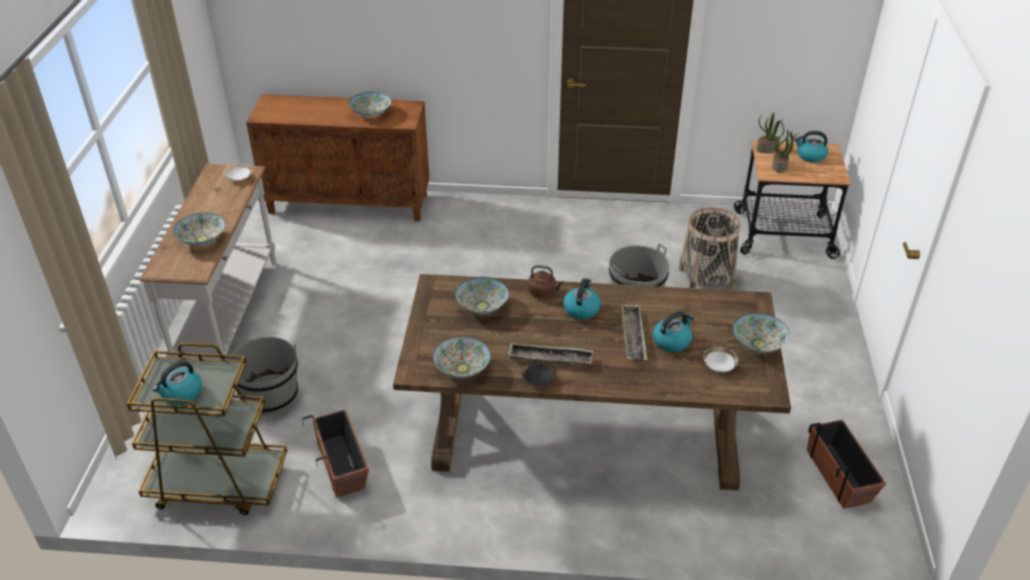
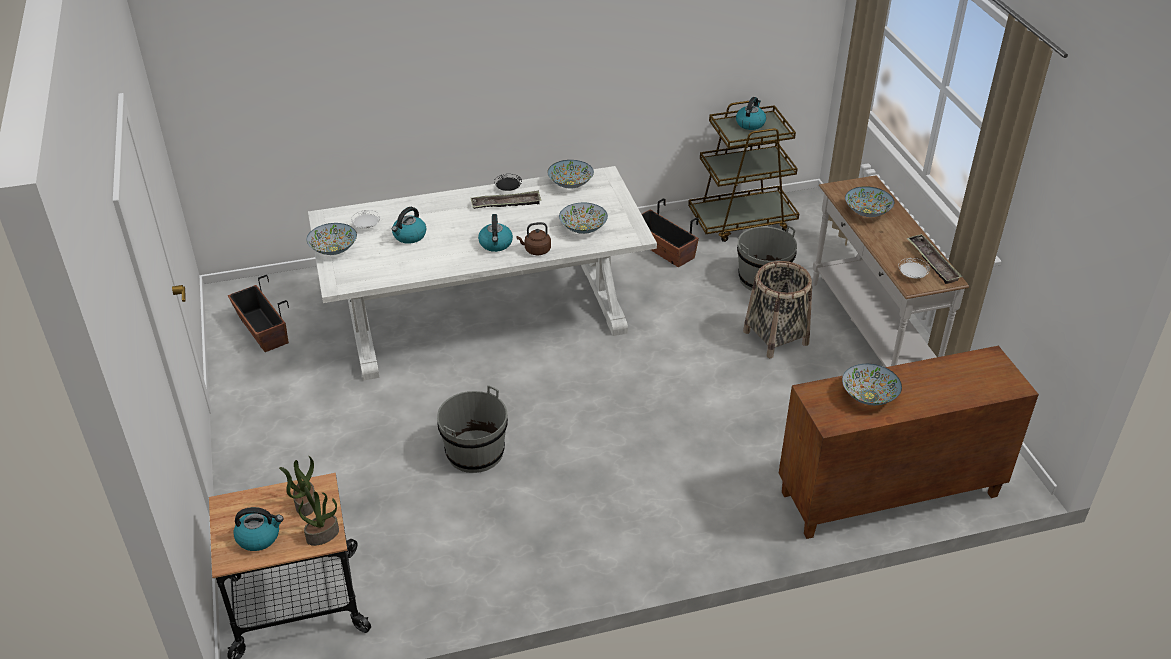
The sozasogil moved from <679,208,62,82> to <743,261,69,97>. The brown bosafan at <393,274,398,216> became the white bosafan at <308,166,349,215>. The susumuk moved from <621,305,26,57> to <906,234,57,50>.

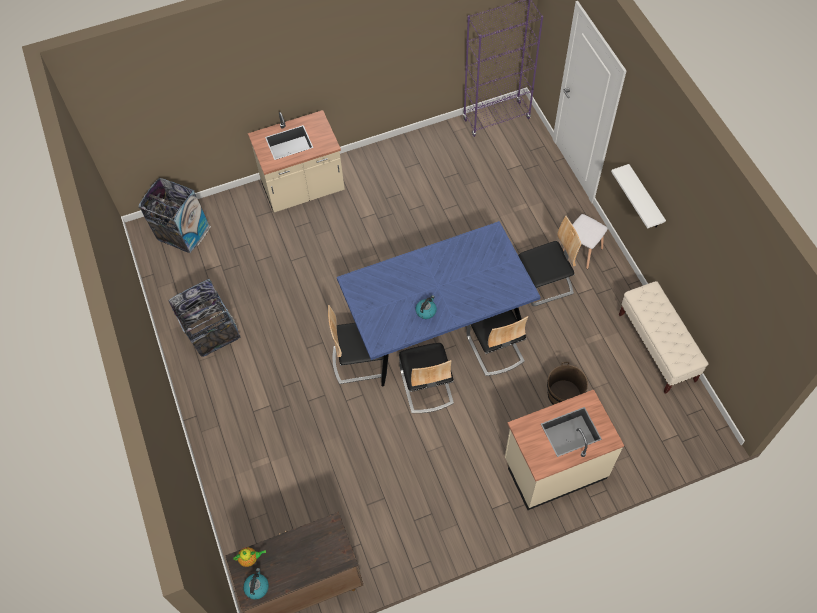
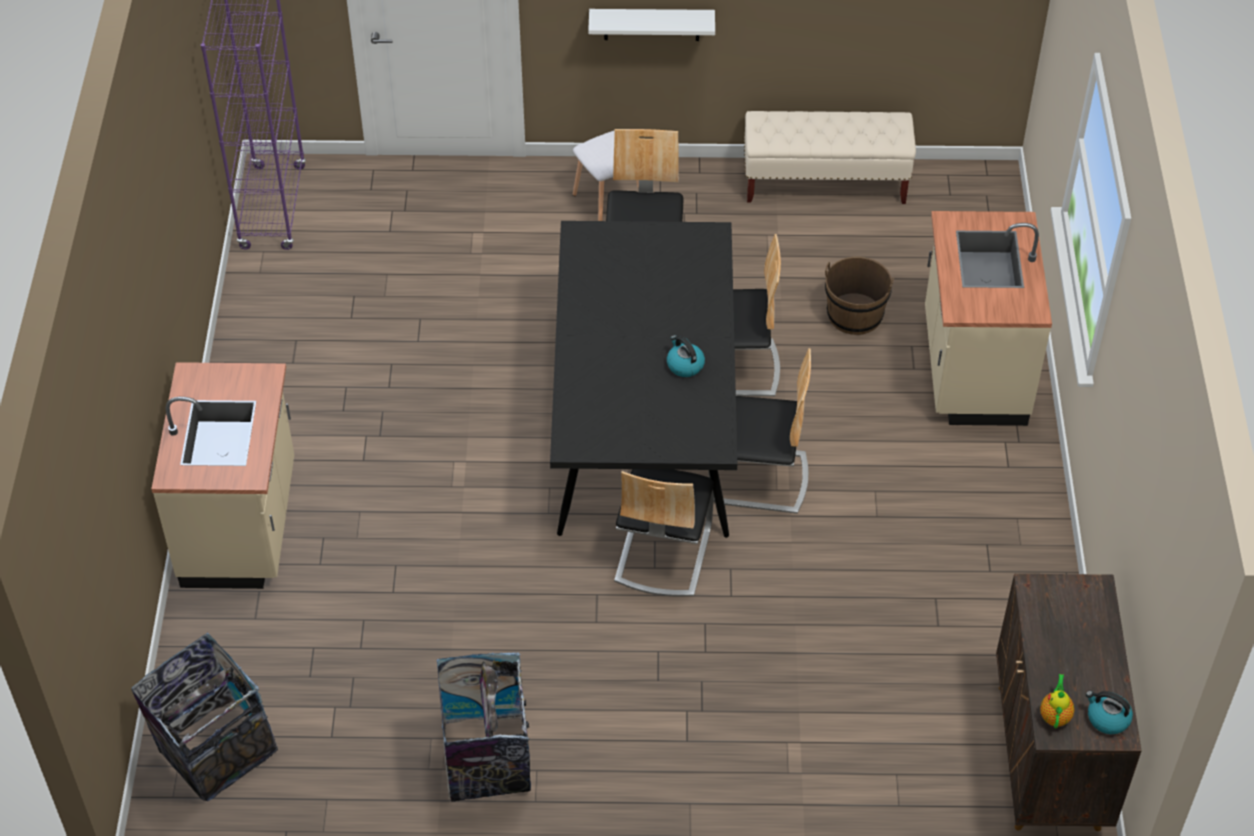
The blue bosafan at <337,221,204,166> became the black bosafan at <550,221,187,317>.

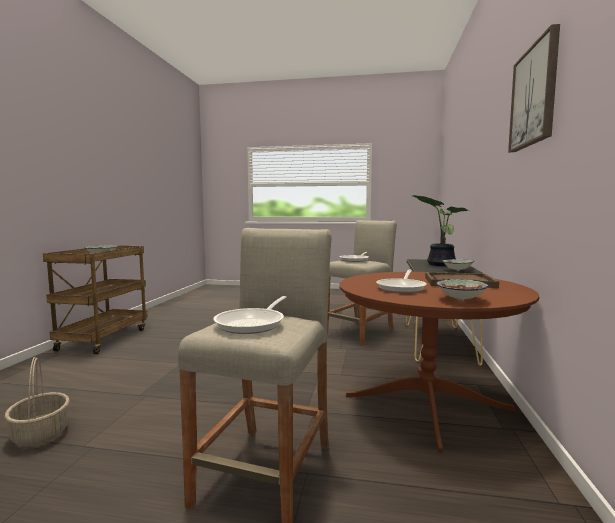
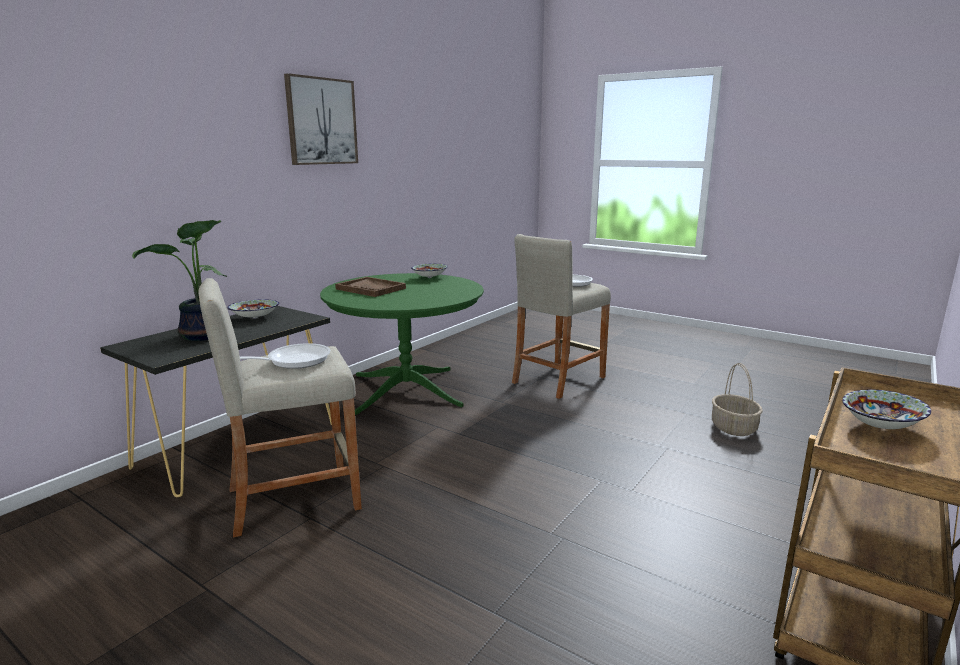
The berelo at <376,270,51,23> disappeared. The brown bosafan at <339,272,200,181> became the green bosafan at <320,273,164,142>.

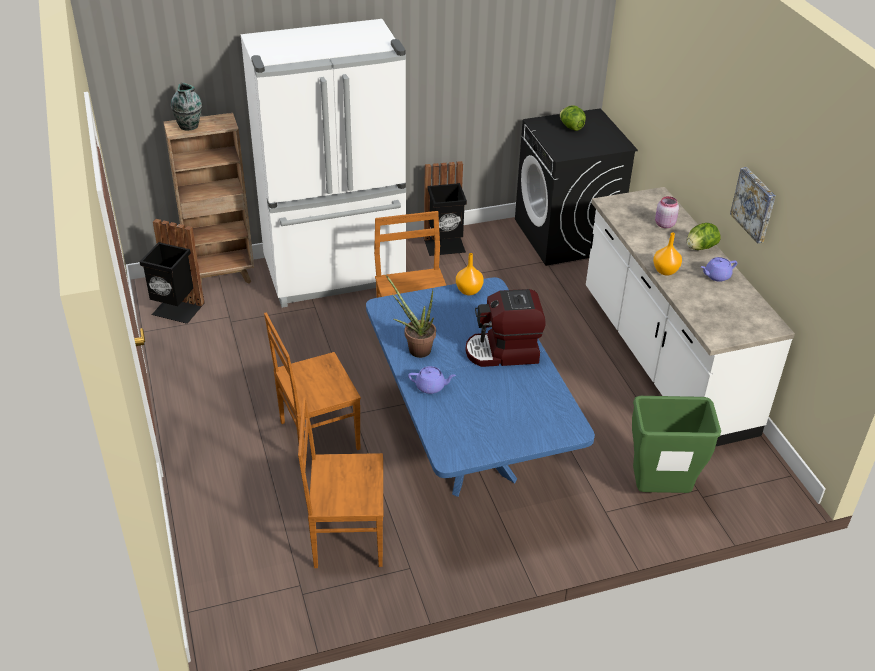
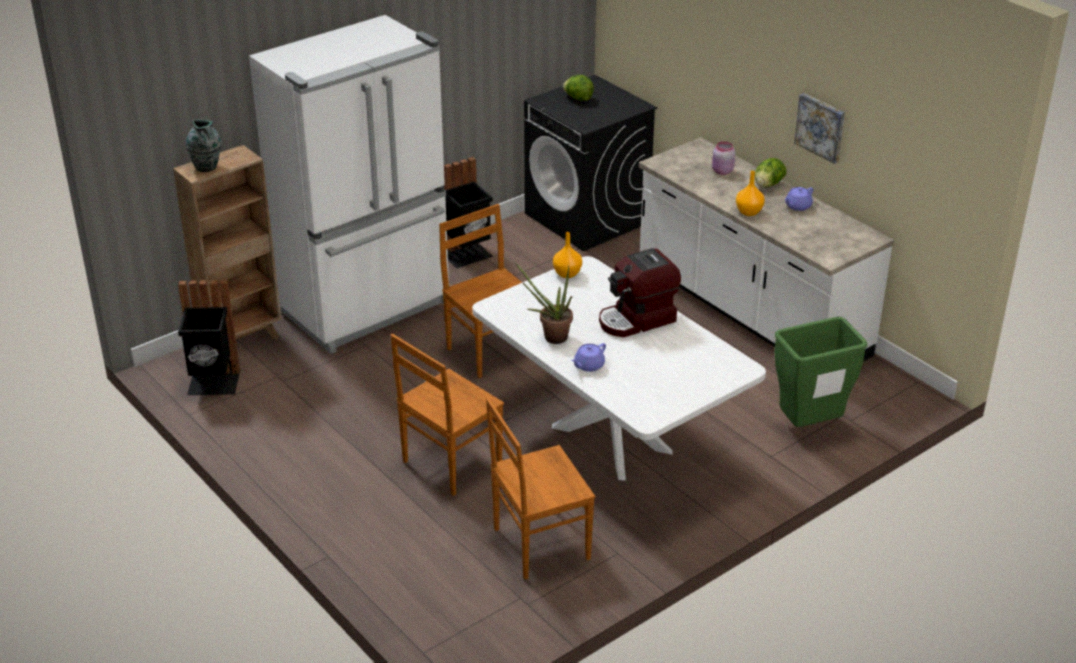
The blue bosafan at <366,277,229,220> became the white bosafan at <472,256,294,225>. The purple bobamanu at <408,366,48,28> turned 150 degrees clockwise.

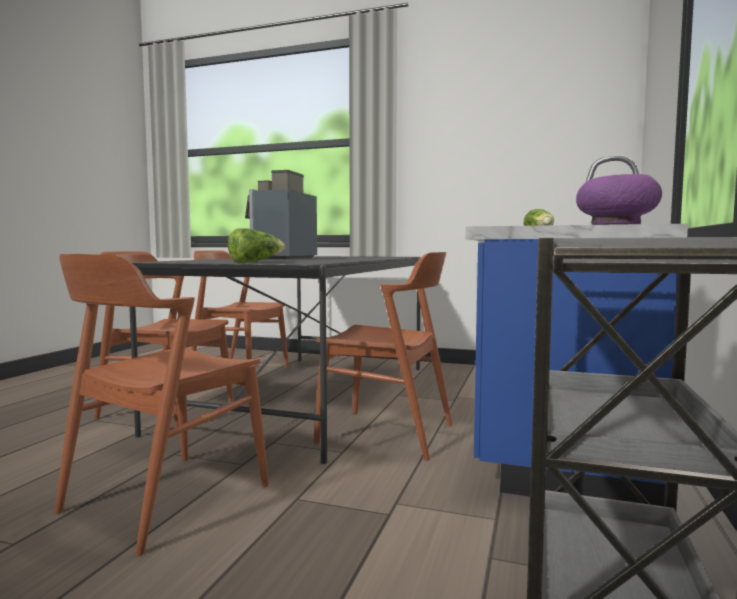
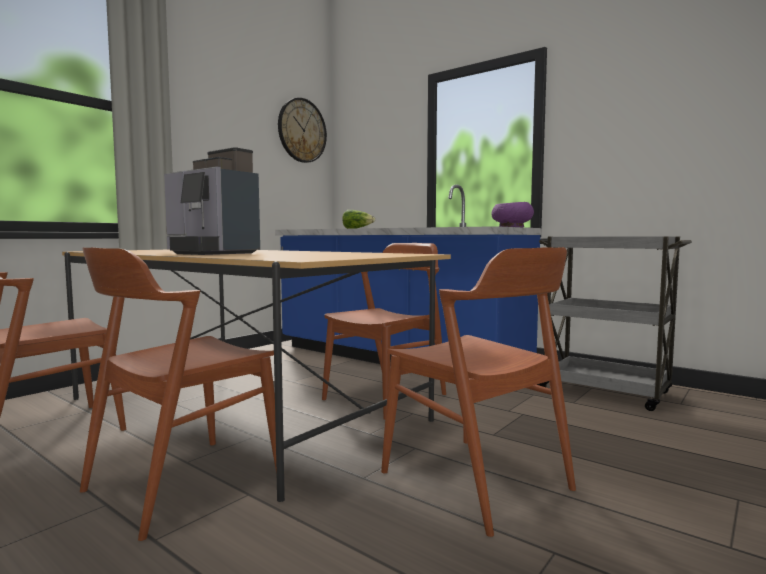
The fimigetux at <228,228,57,35> disappeared. The black bosafan at <129,256,292,208> became the beige bosafan at <62,249,389,253>. The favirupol at <278,98,49,65> appeared.

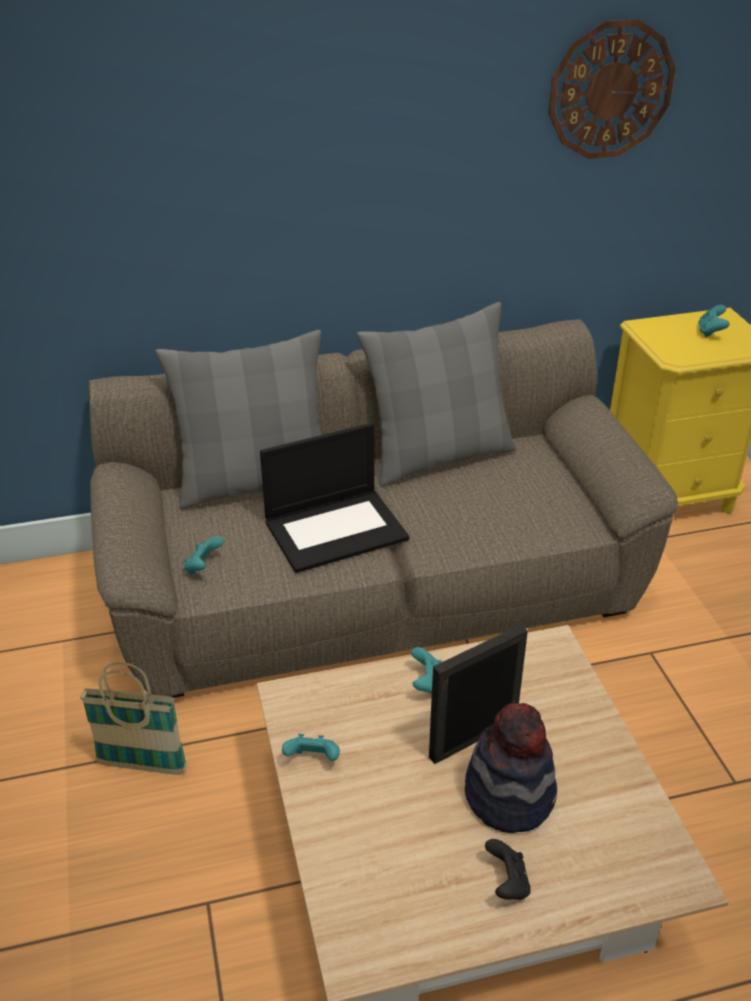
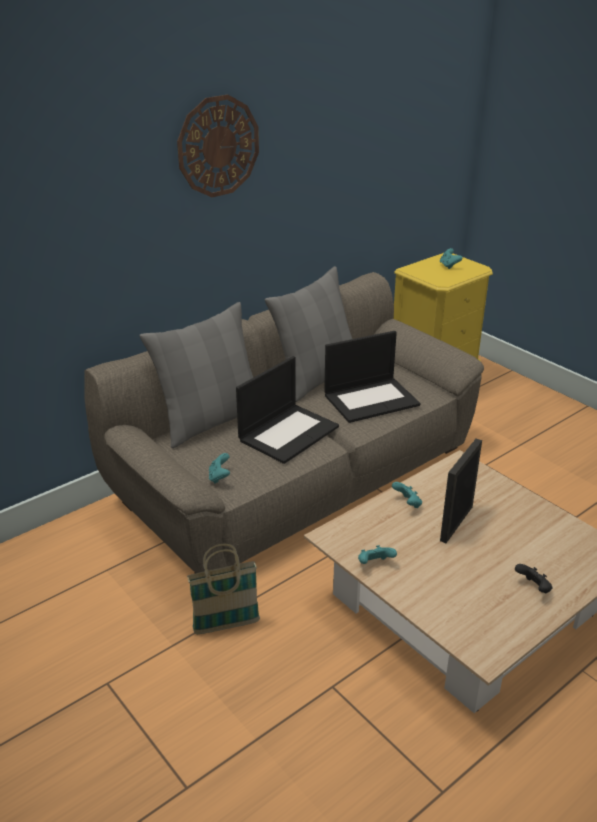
The favirupol moved from <548,19,128,140> to <177,95,82,102>. The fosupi at <465,703,92,130> disappeared. The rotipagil at <324,331,96,92> appeared.

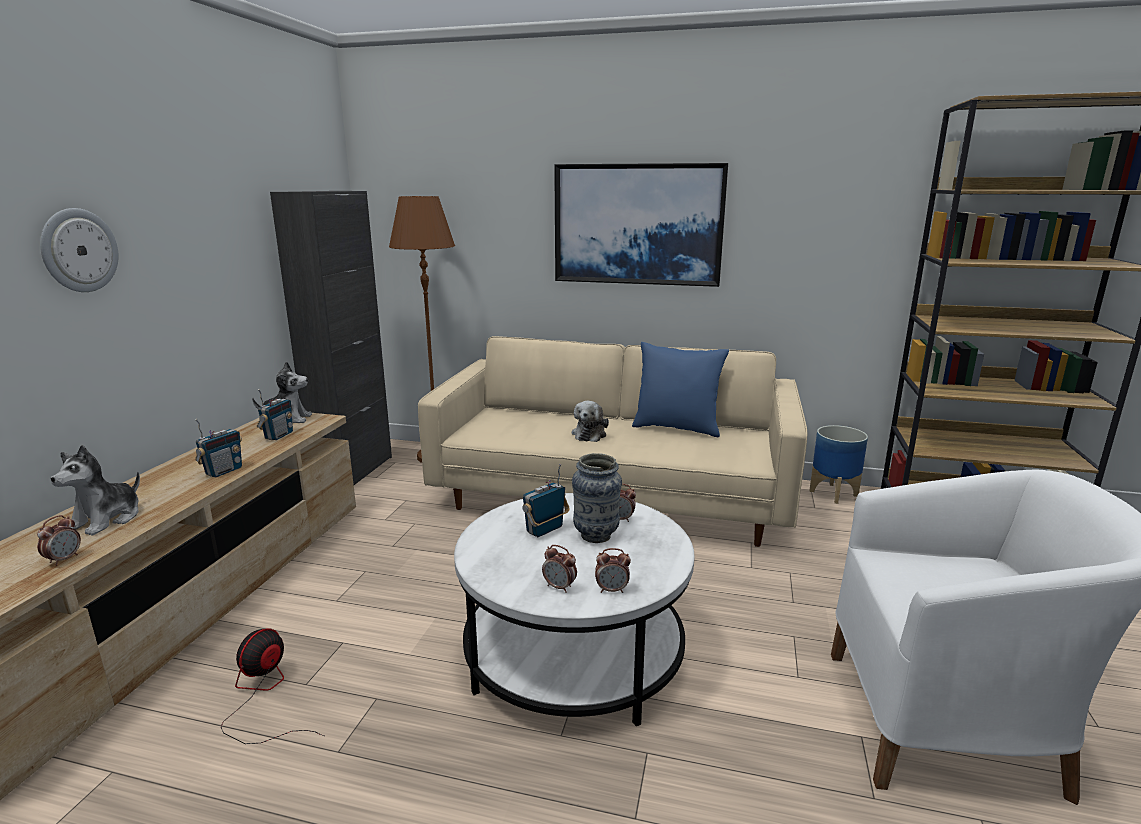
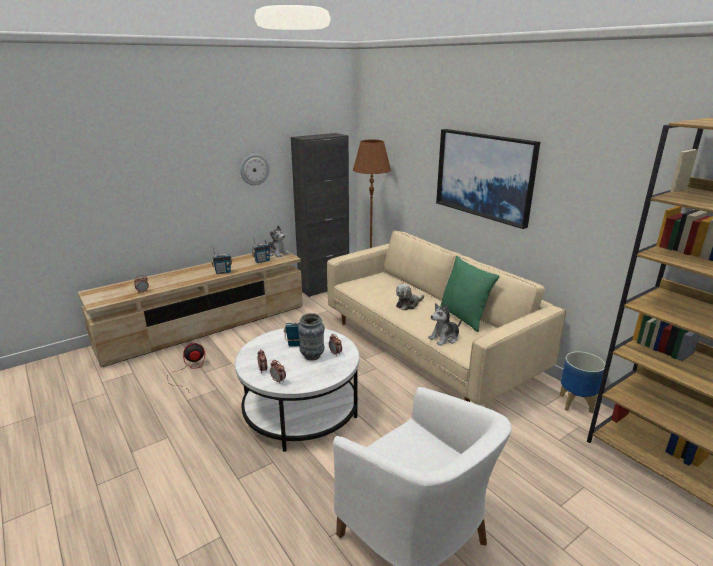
The favirupol moved from <40,208,78,84> to <240,154,29,32>. The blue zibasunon at <632,342,97,95> became the green zibasunon at <440,256,60,76>. The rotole moved from <50,445,90,91> to <428,303,34,43>.

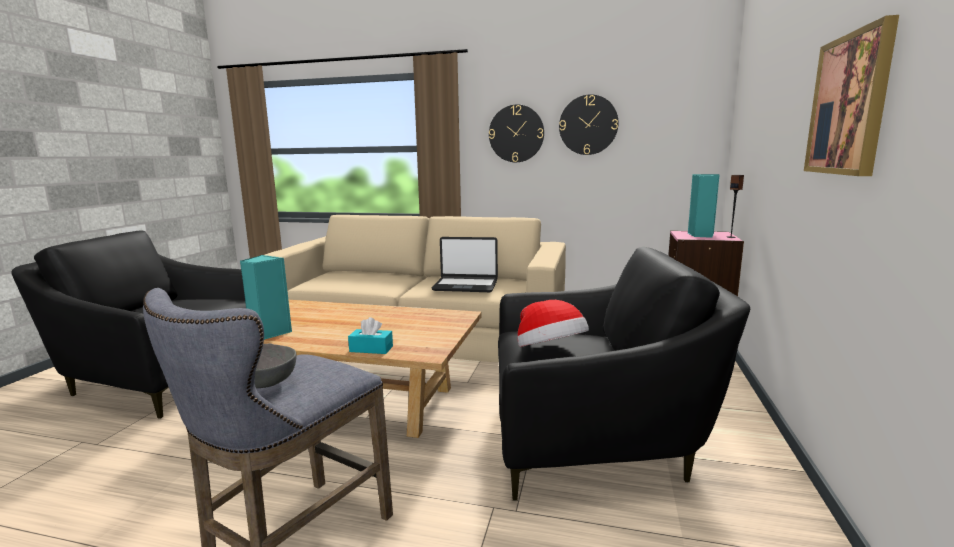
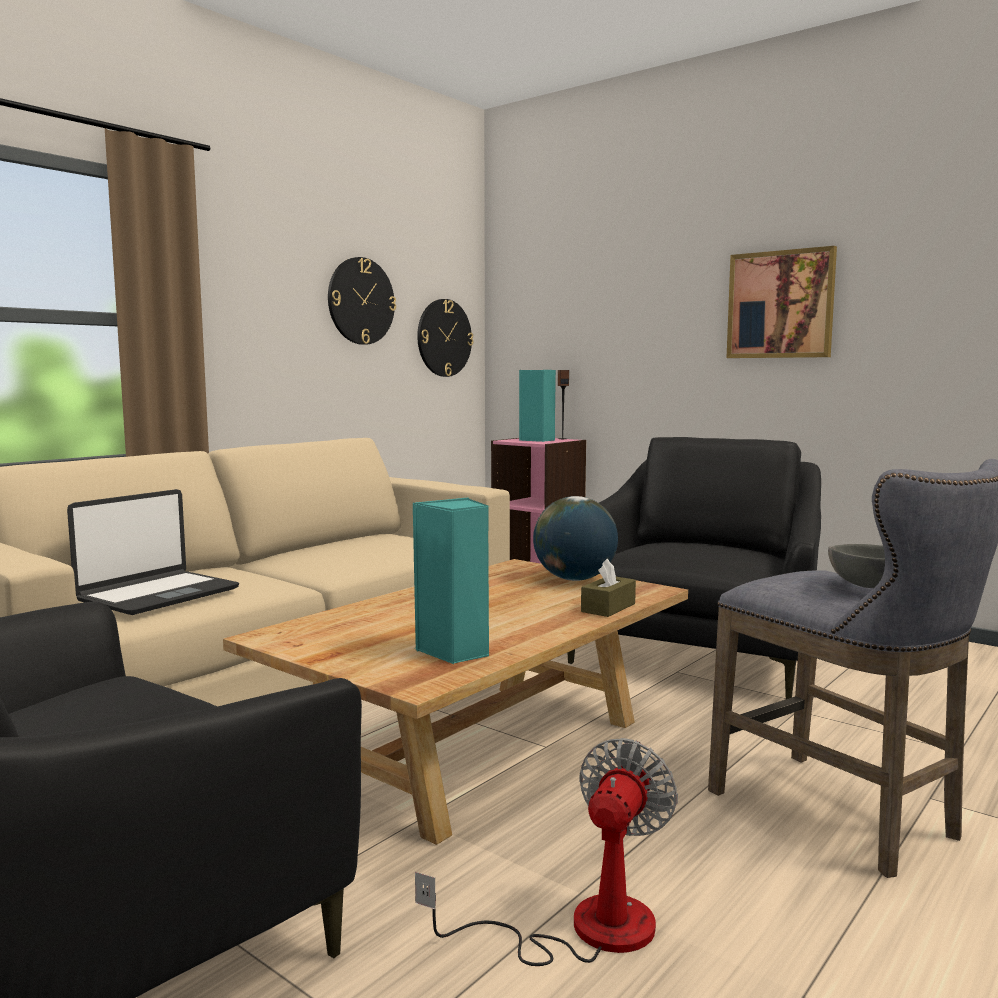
The favirupol moved from <489,104,55,58> to <417,299,57,78>. The rotipagil moved from <432,237,66,55> to <67,489,172,126>. The fosupi at <517,300,72,47> disappeared. The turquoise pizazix at <348,317,45,37> became the brown pizazix at <581,559,55,58>. The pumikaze at <533,496,85,85> appeared. The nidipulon at <415,738,263,228> appeared.

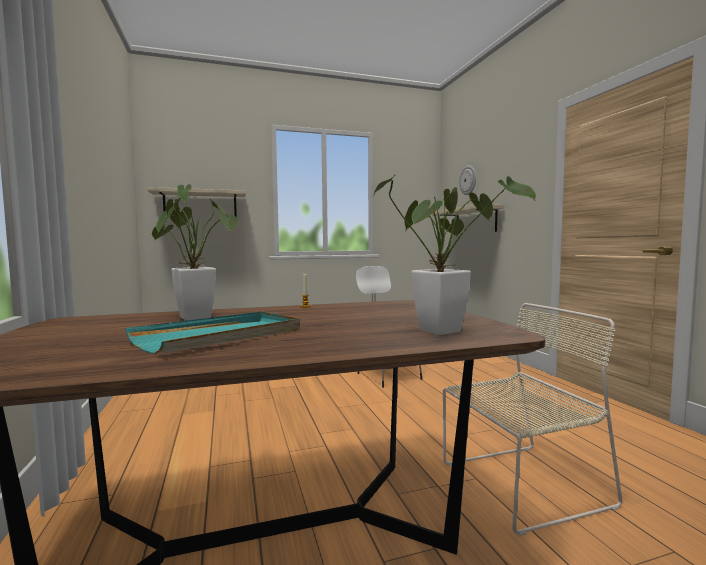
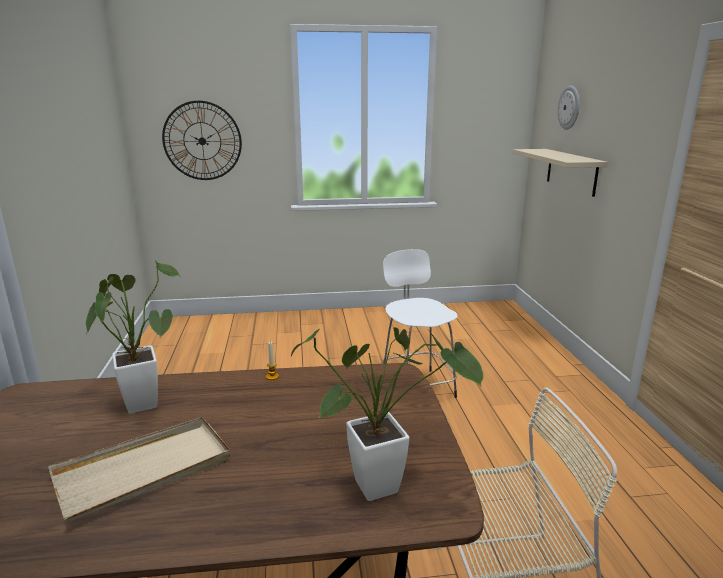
The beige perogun at <147,187,99,30> was replaced by the favirupol at <162,101,80,79>. The turquoise susumuk at <126,311,174,43> became the beige susumuk at <48,417,183,106>.

